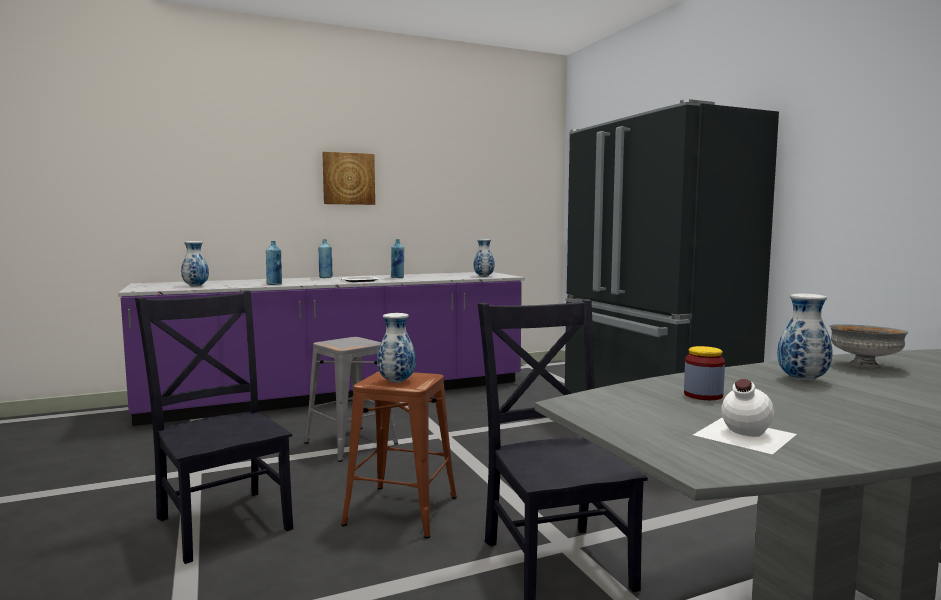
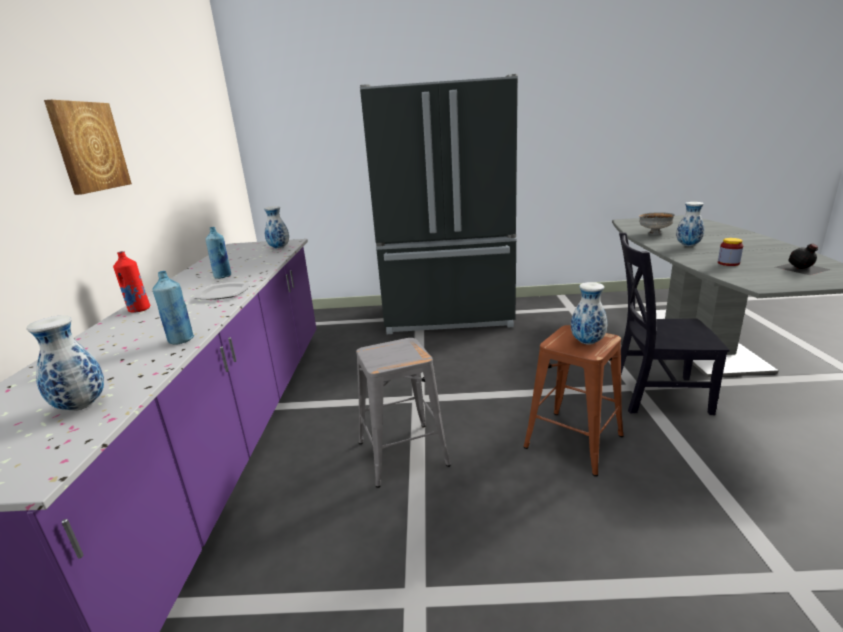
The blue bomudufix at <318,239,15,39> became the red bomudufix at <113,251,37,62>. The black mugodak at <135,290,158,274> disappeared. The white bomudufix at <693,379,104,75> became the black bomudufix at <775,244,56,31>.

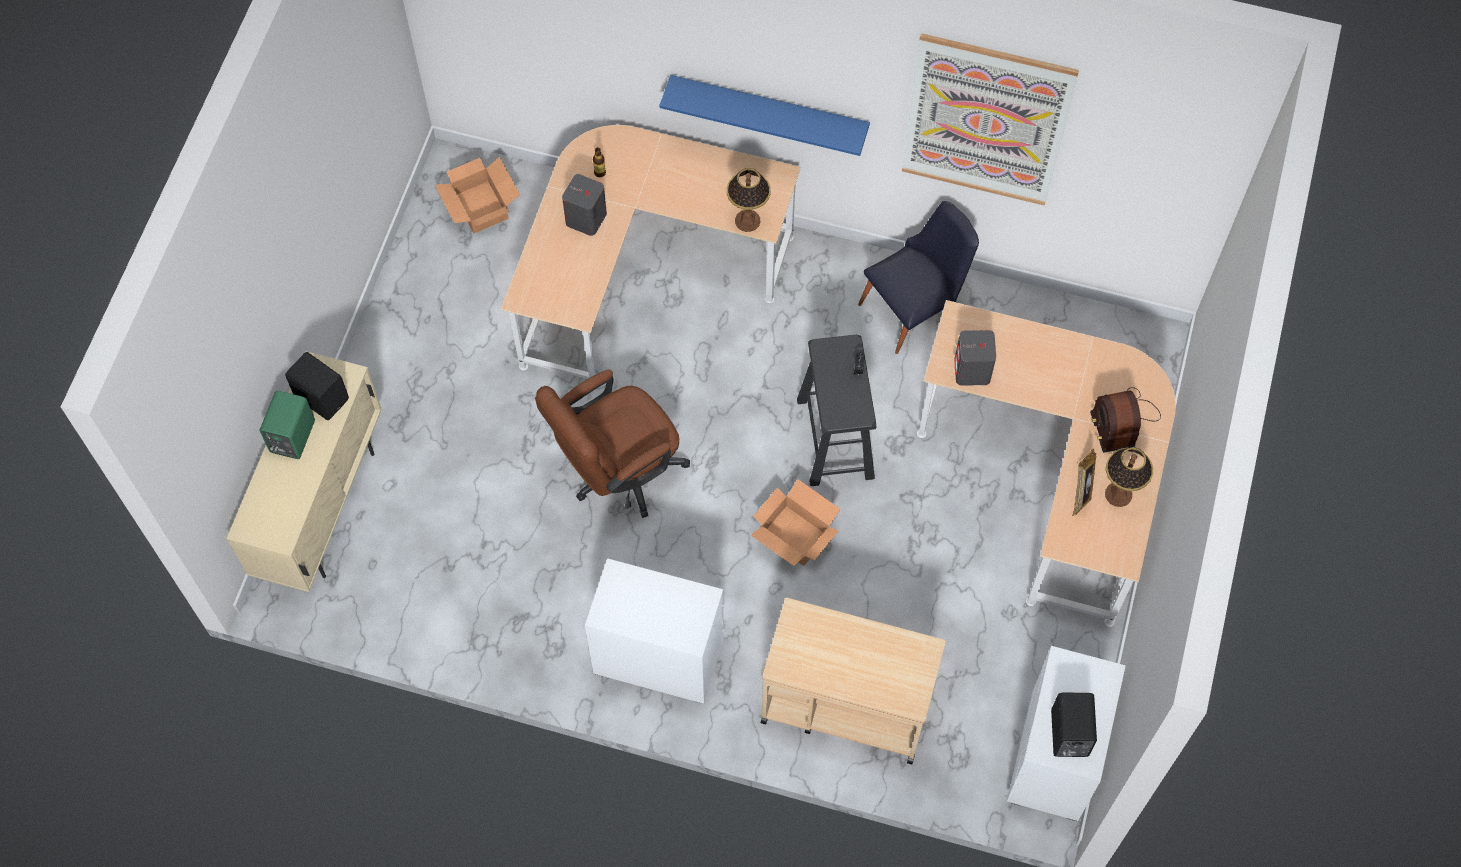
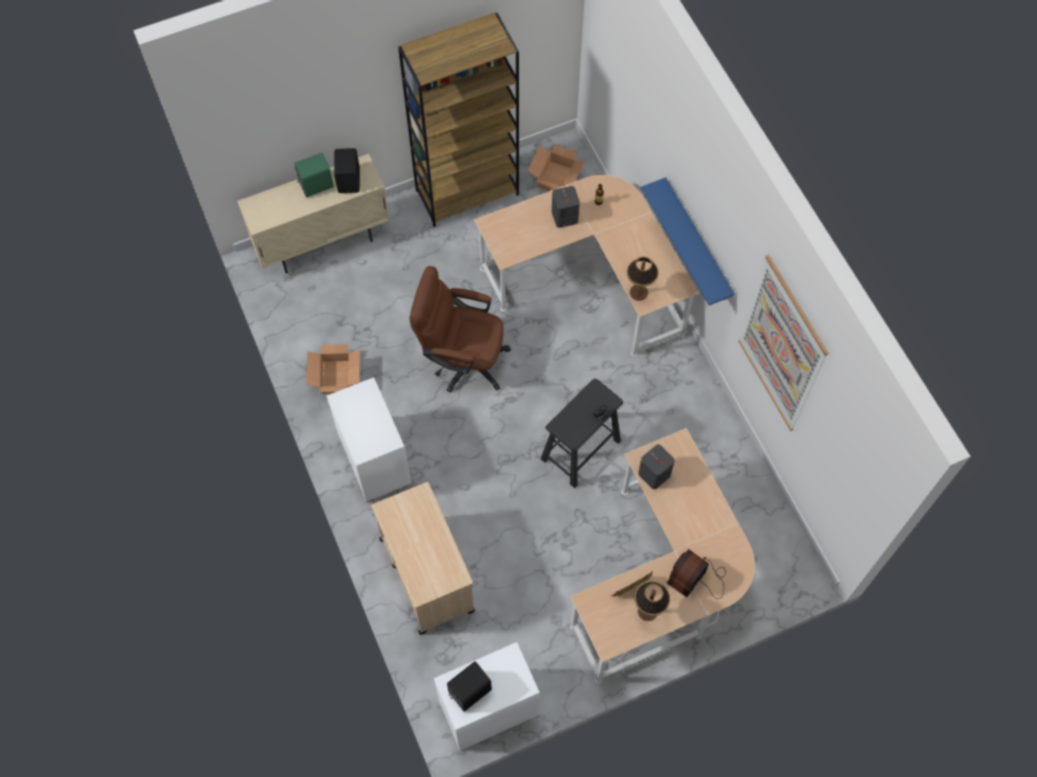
The black mugodak at <858,201,121,153> disappeared. The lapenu moved from <751,479,90,87> to <306,344,54,50>. The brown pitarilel at <398,13,121,214> appeared.

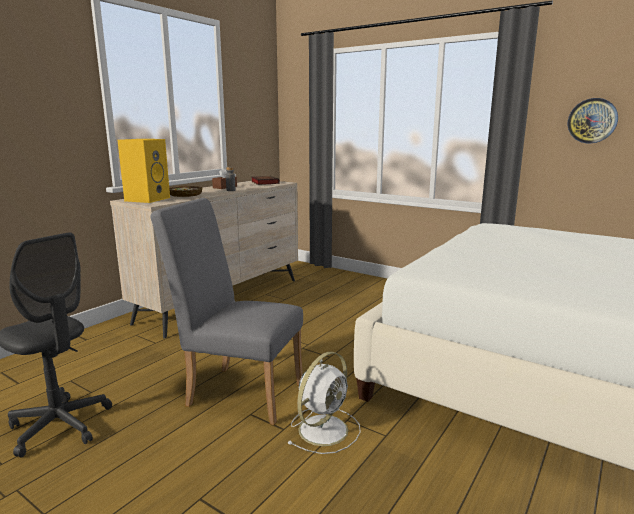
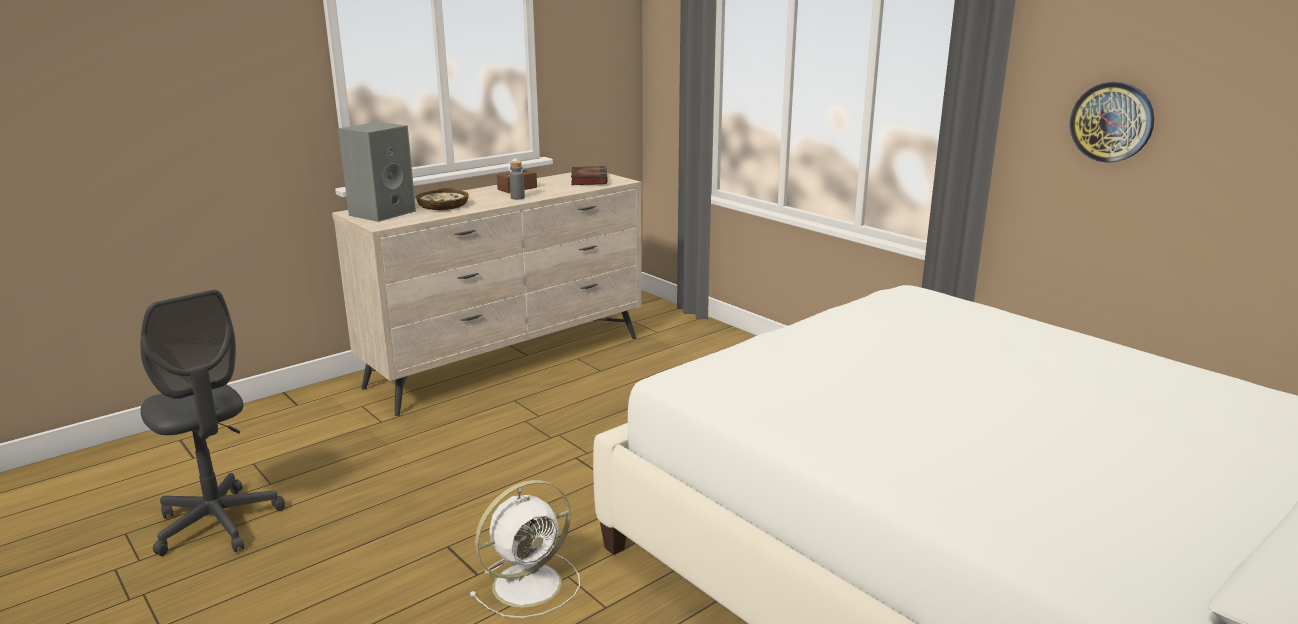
The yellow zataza at <117,139,53,64> became the grey zataza at <338,122,78,100>. The grey mugodak at <150,198,153,227> disappeared.

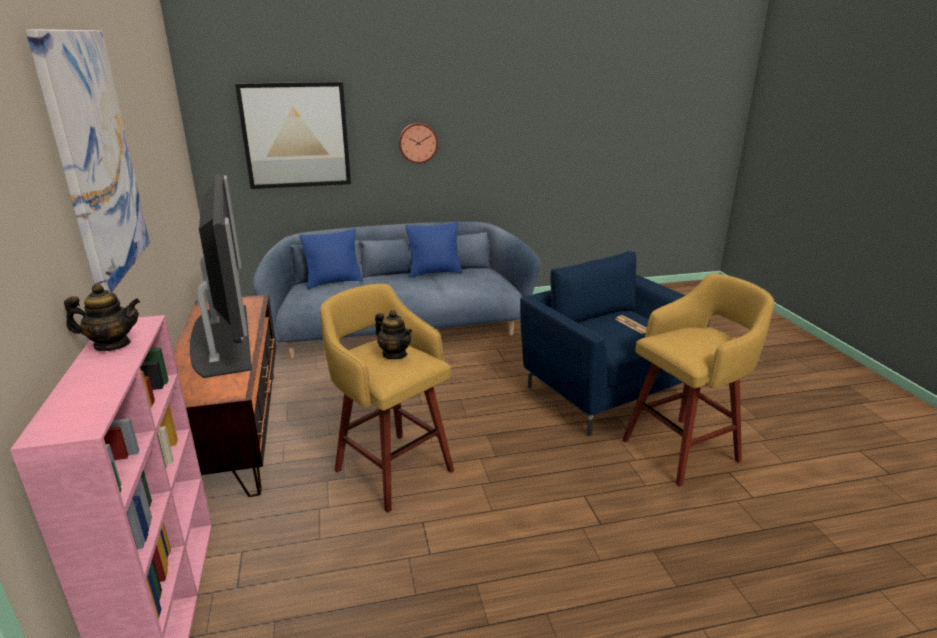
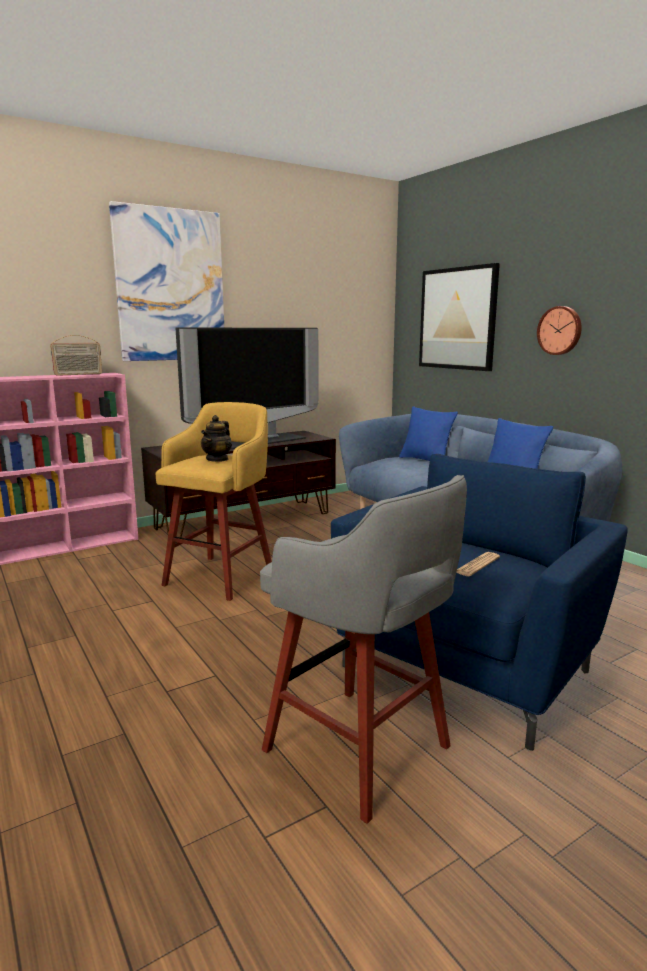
The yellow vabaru at <622,274,152,213> became the grey vabaru at <260,475,207,349>. The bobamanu at <64,284,76,67> was replaced by the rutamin at <50,335,52,41>.

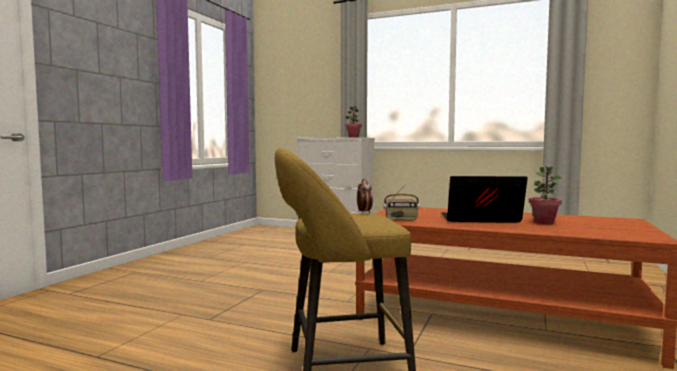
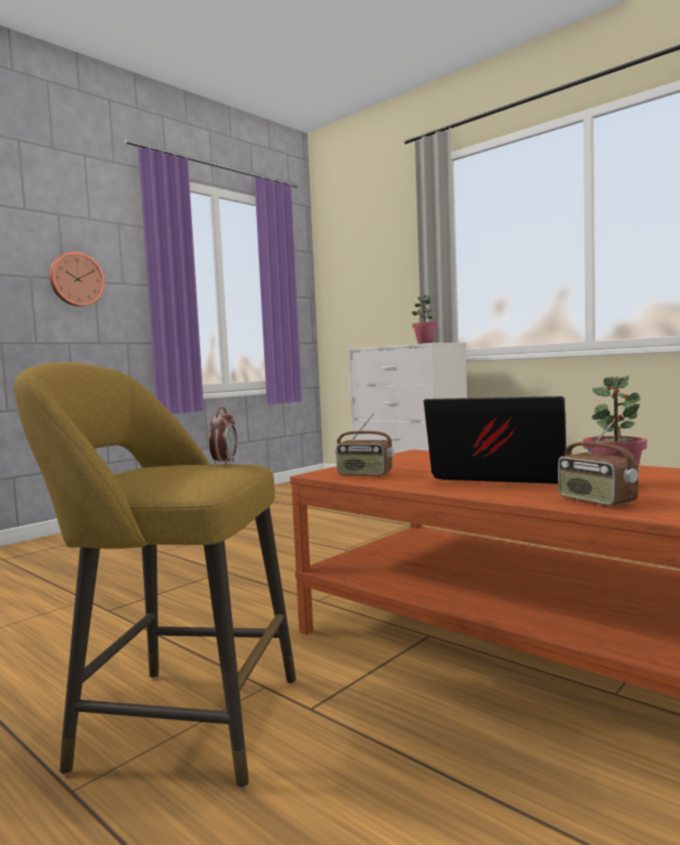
The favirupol at <49,252,56,54> appeared. The rutamin at <558,419,80,88> appeared.

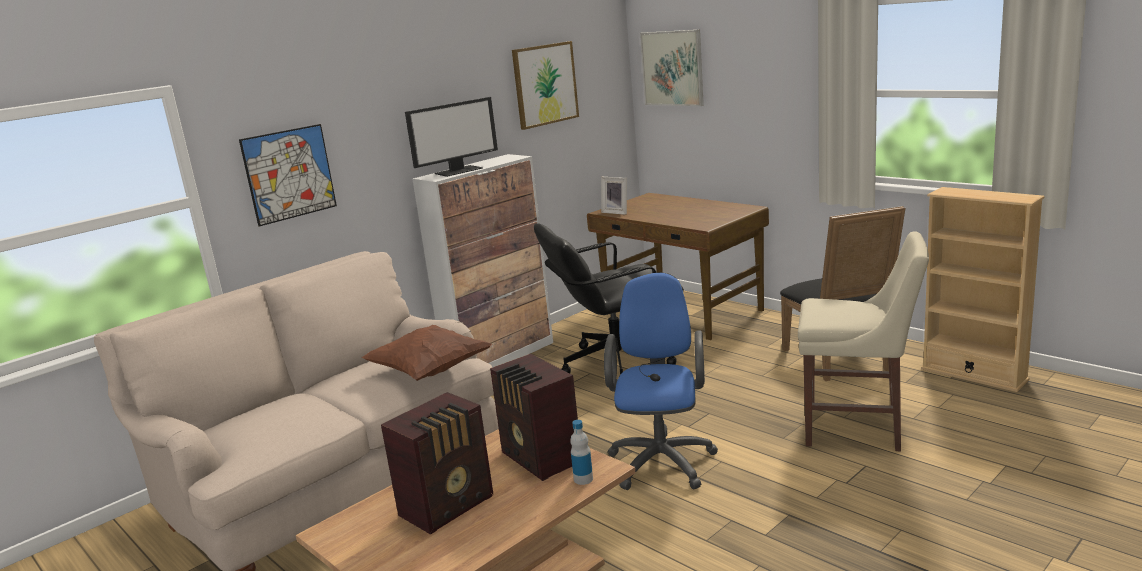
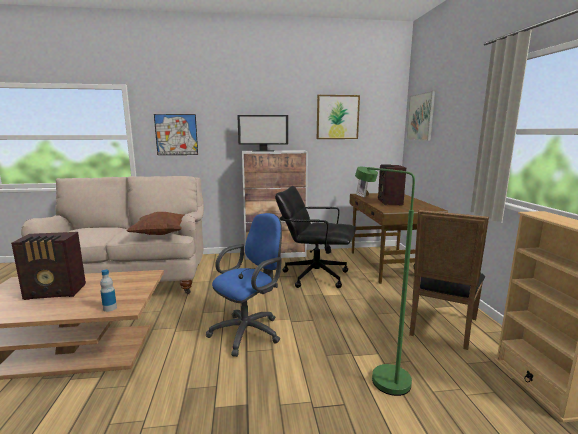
The beige mugodak at <798,231,131,221> was replaced by the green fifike at <355,167,60,229>. The rutamin moved from <490,354,88,127> to <378,164,28,41>.

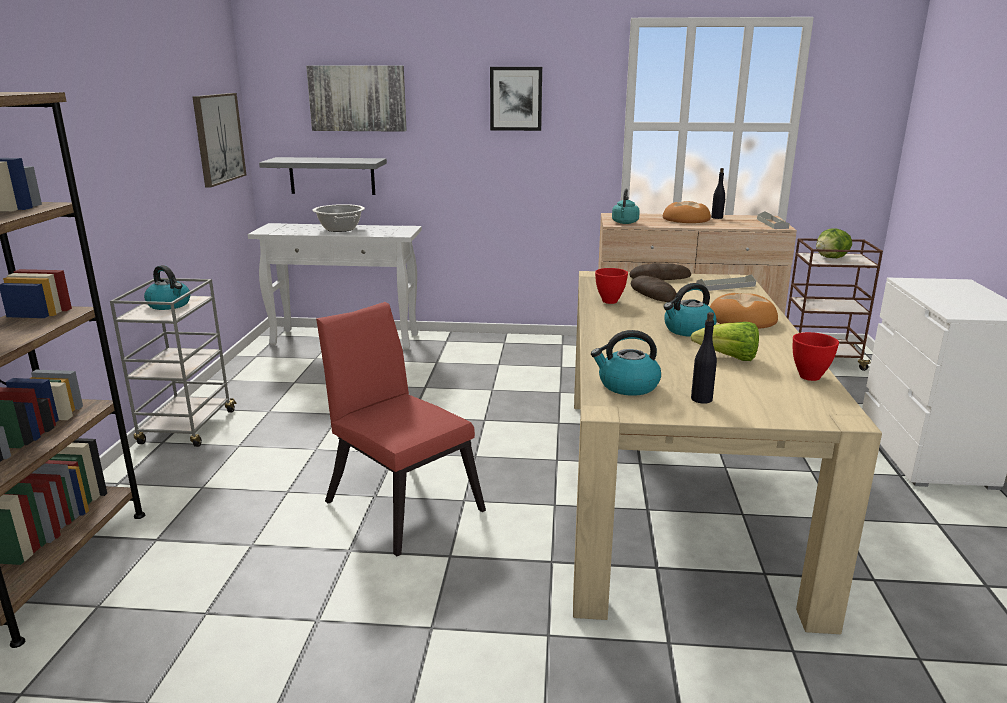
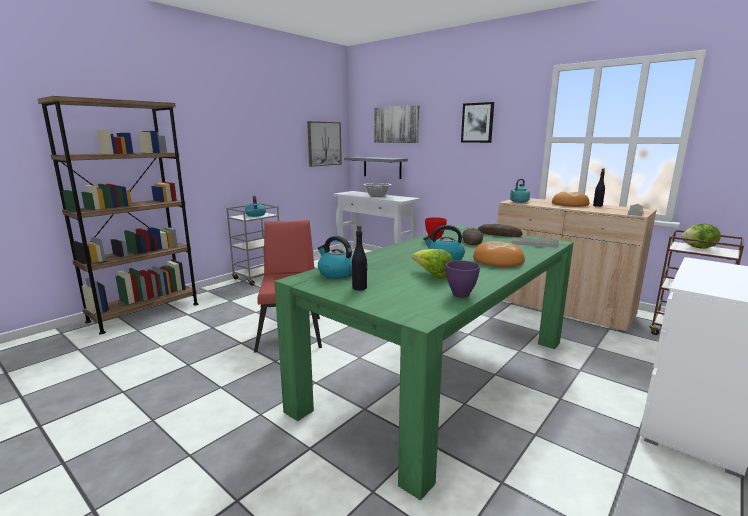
The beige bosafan at <573,271,309,363> became the green bosafan at <274,225,300,275>. The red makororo at <793,332,46,49> became the purple makororo at <446,260,34,38>.

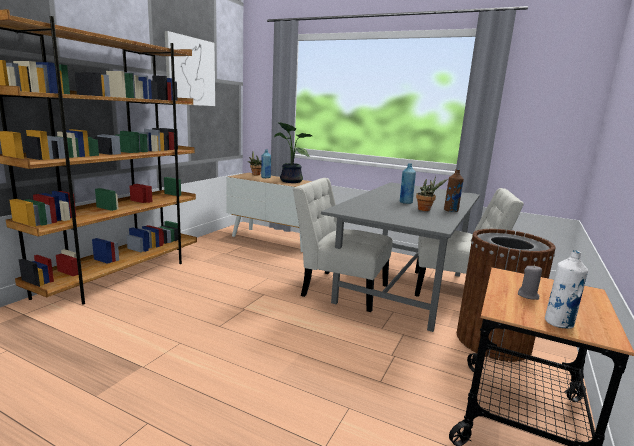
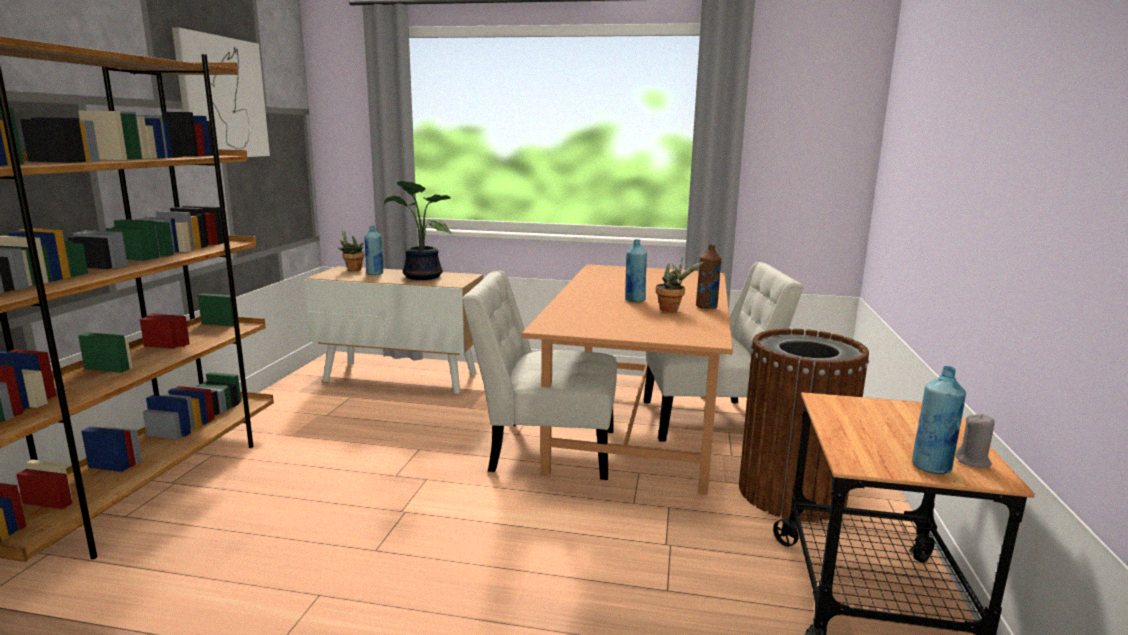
The grey bosafan at <321,182,159,150> became the brown bosafan at <522,264,211,231>. The white bomudufix at <545,250,43,79> became the blue bomudufix at <912,366,54,108>. The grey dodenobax moved from <518,265,24,35> to <955,414,40,54>.

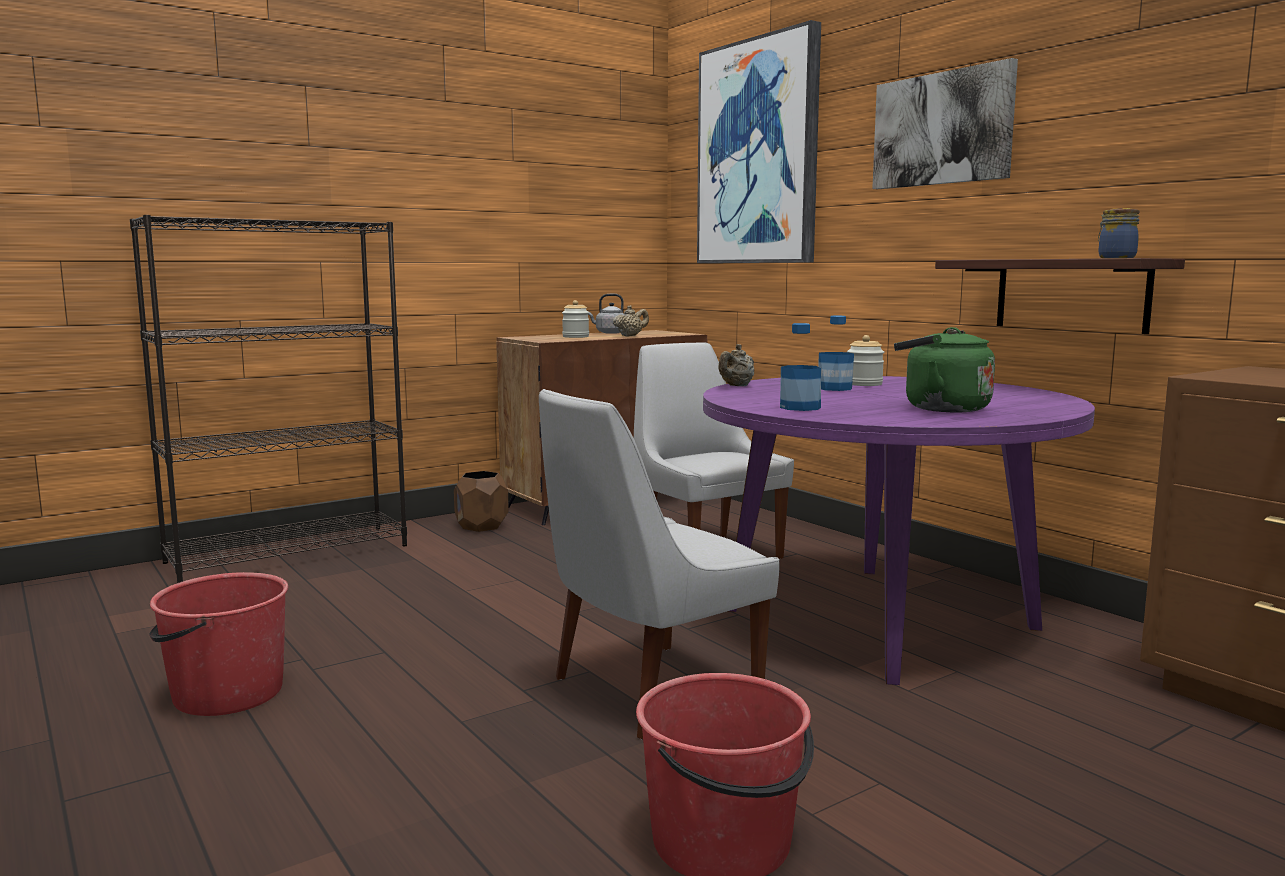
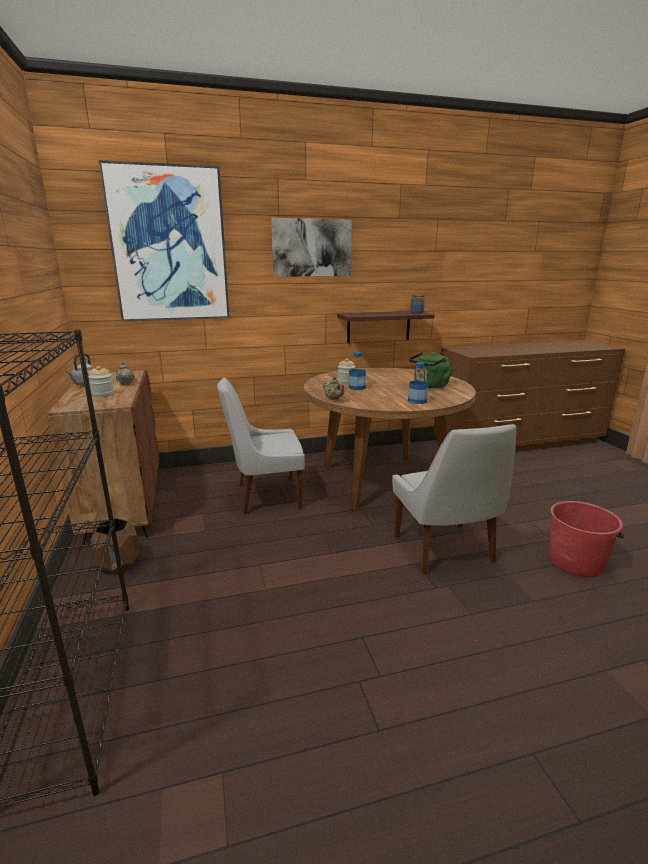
The purple bosafan at <703,376,392,309> became the brown bosafan at <304,368,172,143>. The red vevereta at <149,572,140,144> disappeared.

